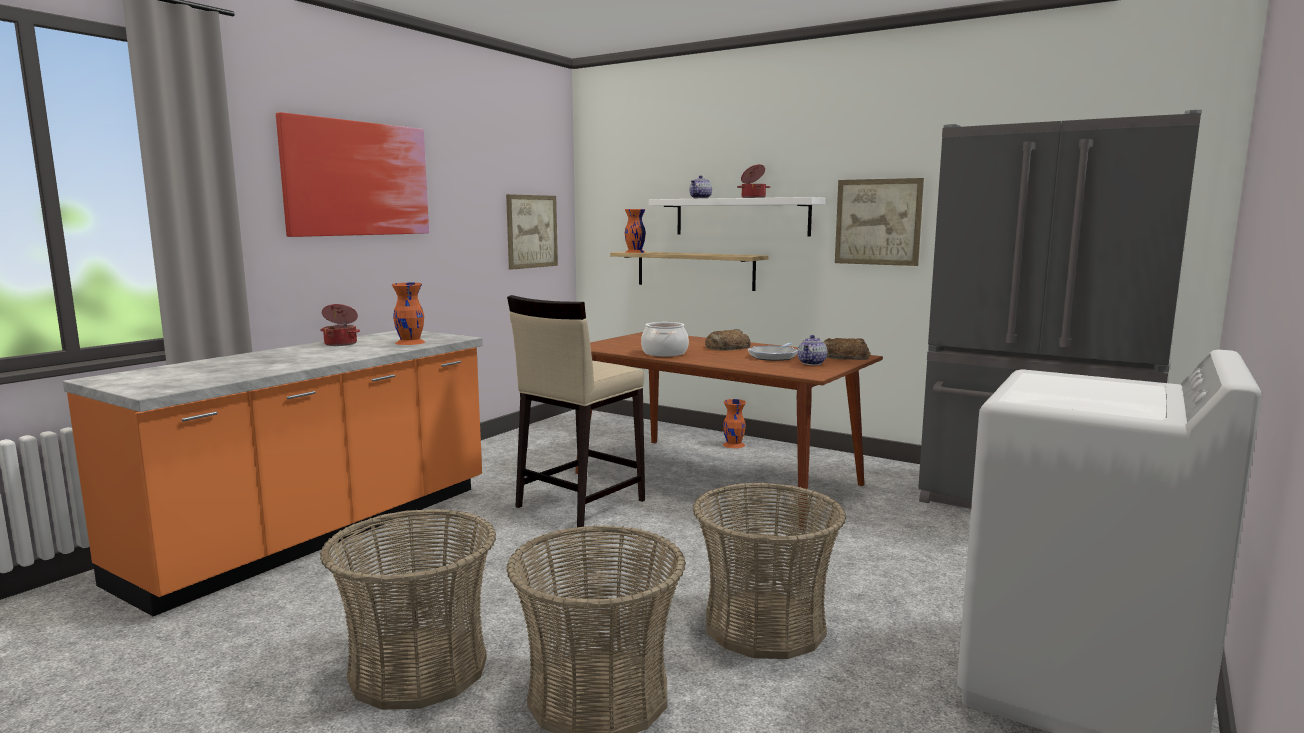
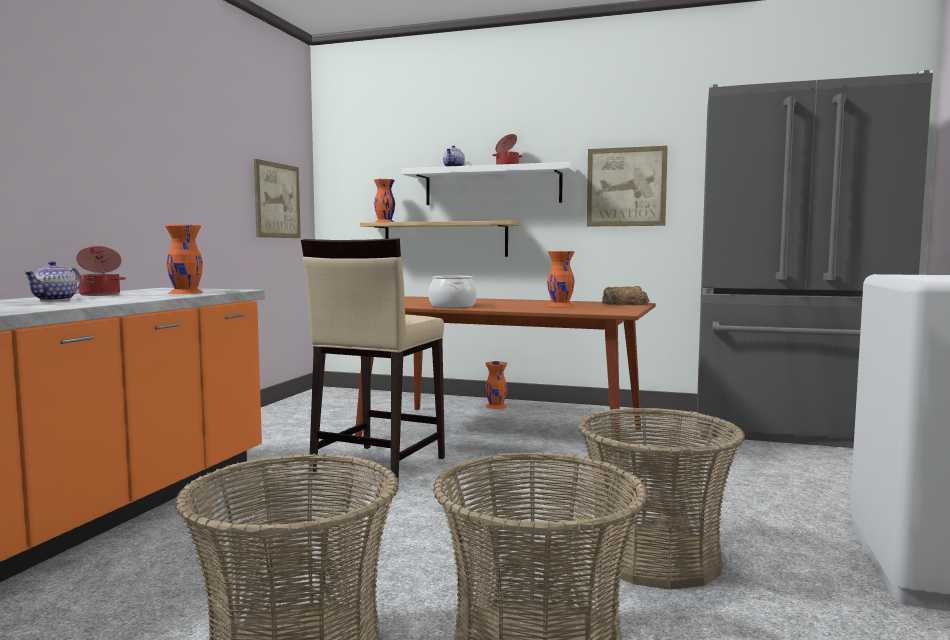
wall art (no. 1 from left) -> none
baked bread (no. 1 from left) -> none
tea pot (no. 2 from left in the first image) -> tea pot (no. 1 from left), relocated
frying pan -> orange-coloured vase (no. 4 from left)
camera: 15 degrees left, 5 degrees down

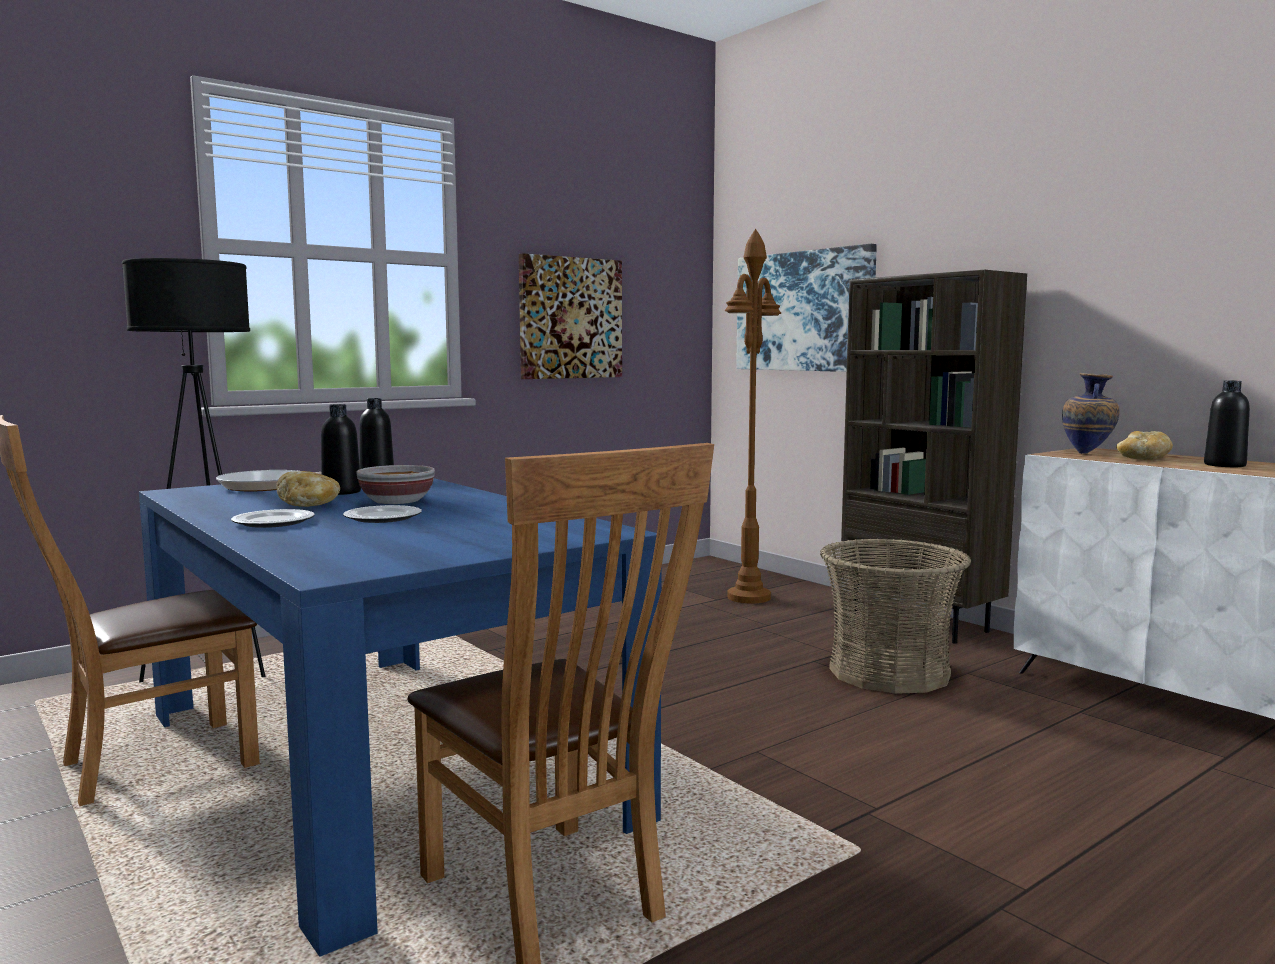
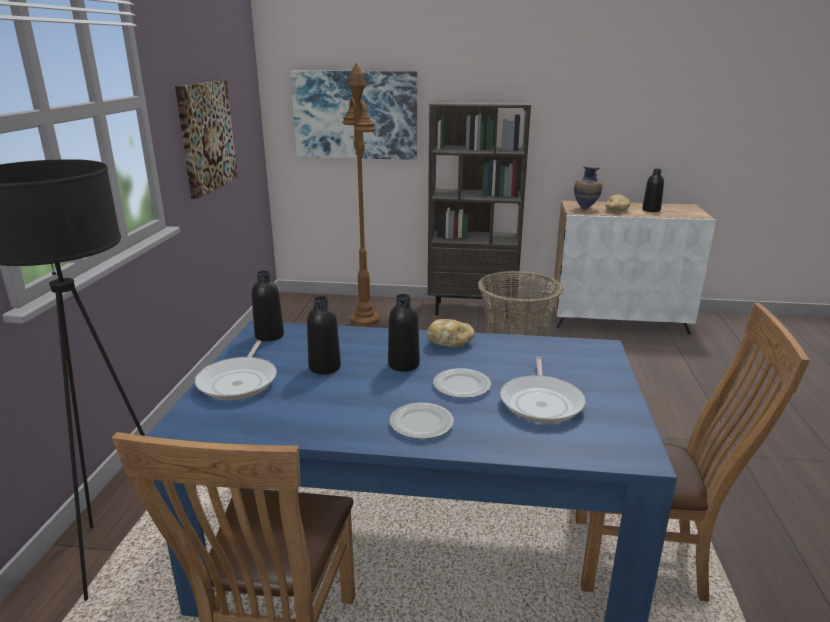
bowl -> blackish beverage bottle (no. 3 from left)
baked bread (no. 1 from left), relocated
none -> frying pan (no. 2 from left)
camera: 45 degrees left, 15 degrees up

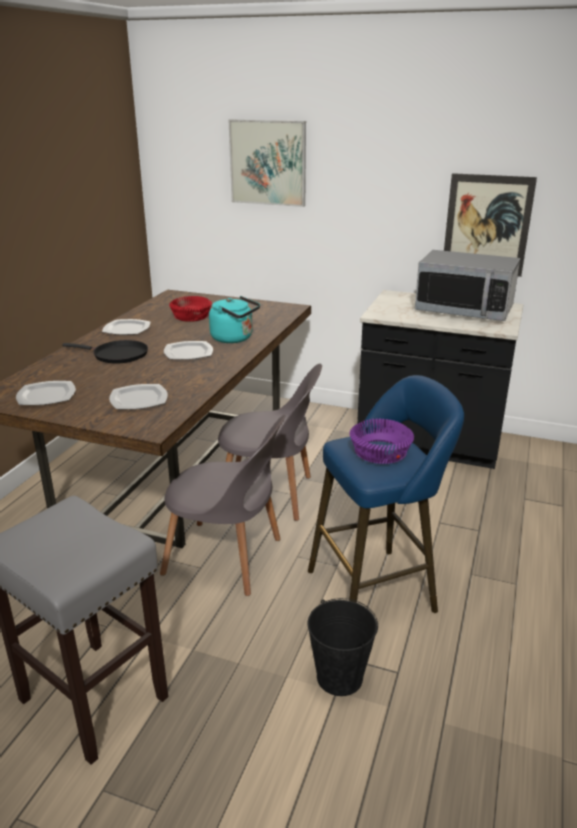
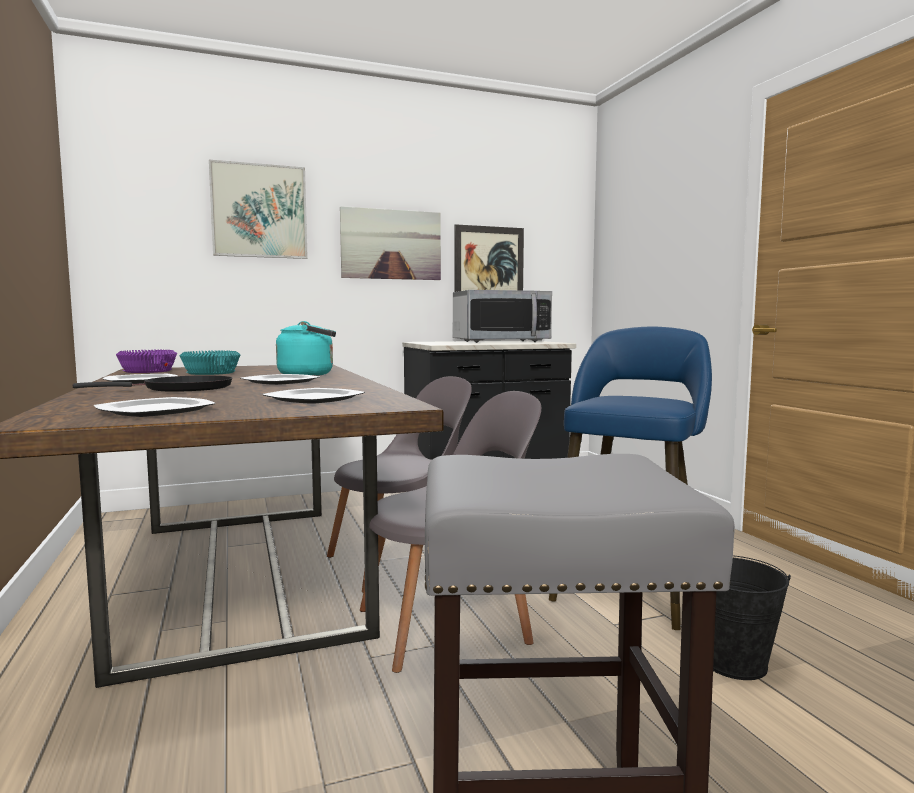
red-coloured bowl -> turquoise-coloured bowl
purple bowl, relocated
none -> wall art (no. 2 from left)
camera: 40 degrees left, 20 degrees down

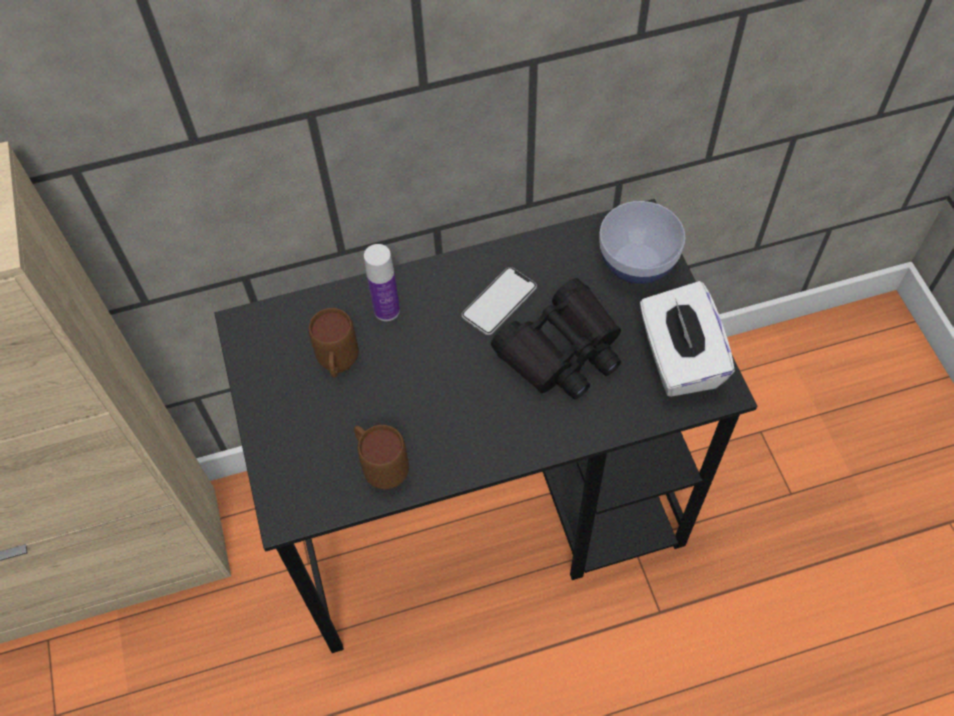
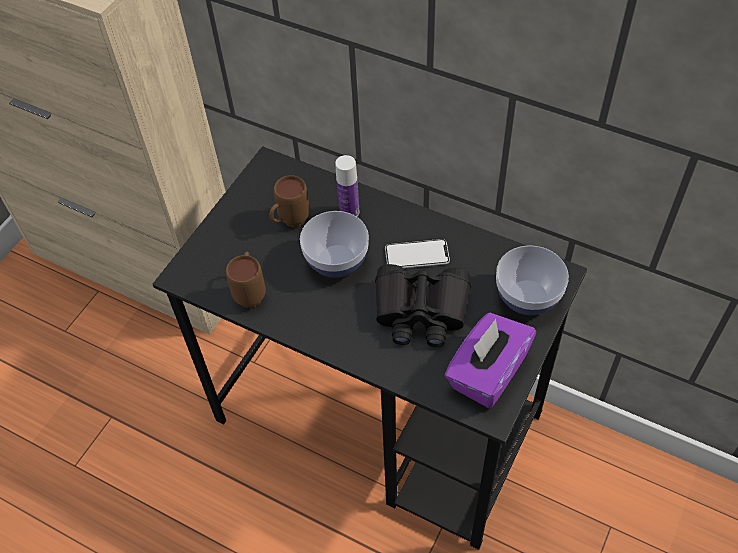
white-coloured tissue holder -> purple tissue holder
none -> bowl (no. 1 from left)
camera: 45 degrees right, 5 degrees down

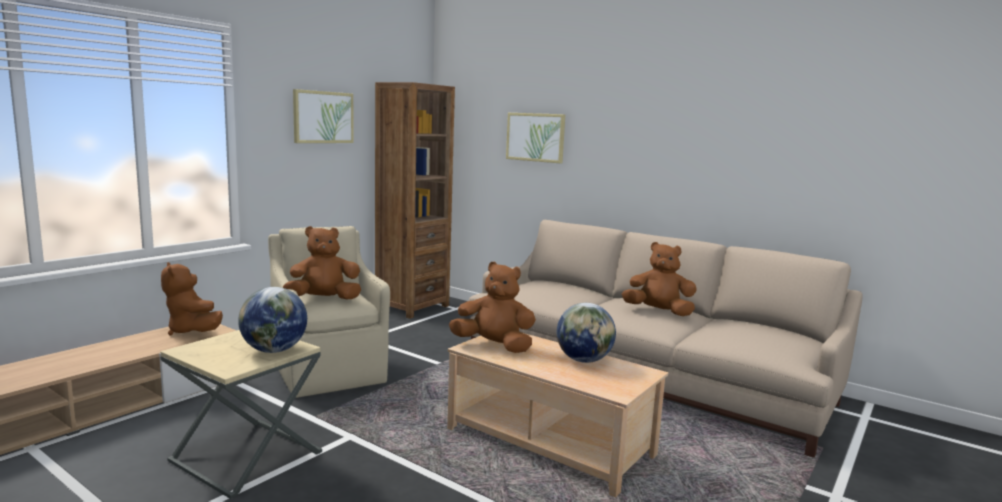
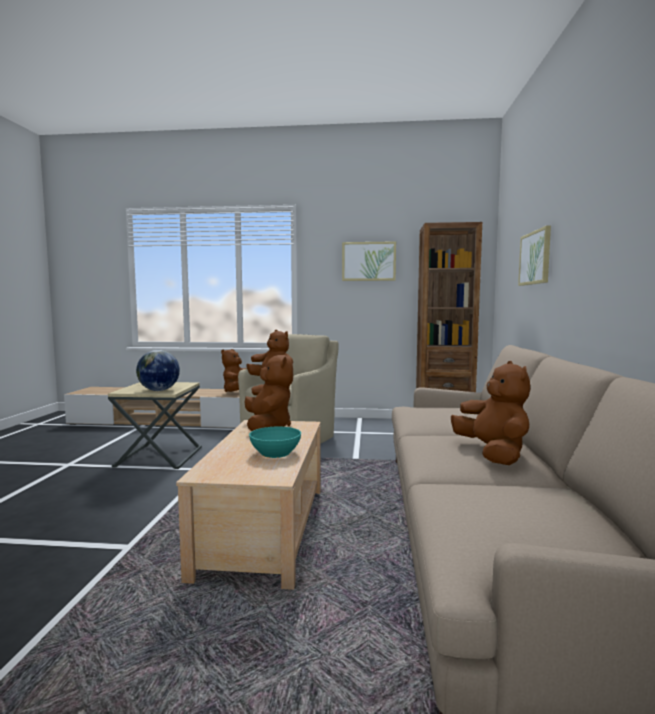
world globe (no. 2 from left) -> turquoise-coloured bowl
camera: 60 degrees right, 5 degrees down

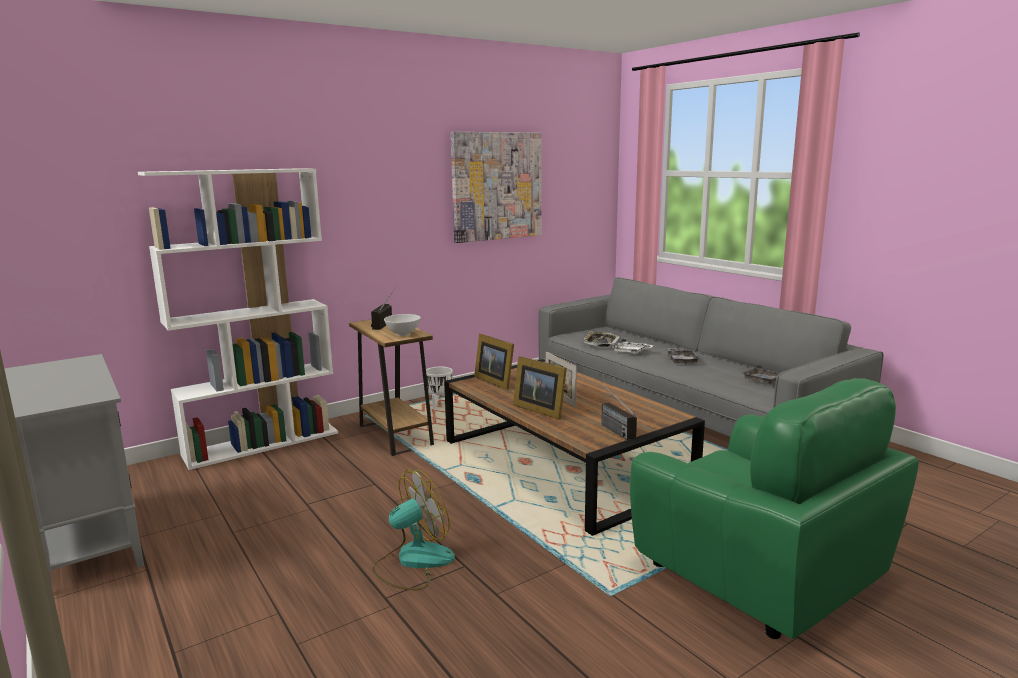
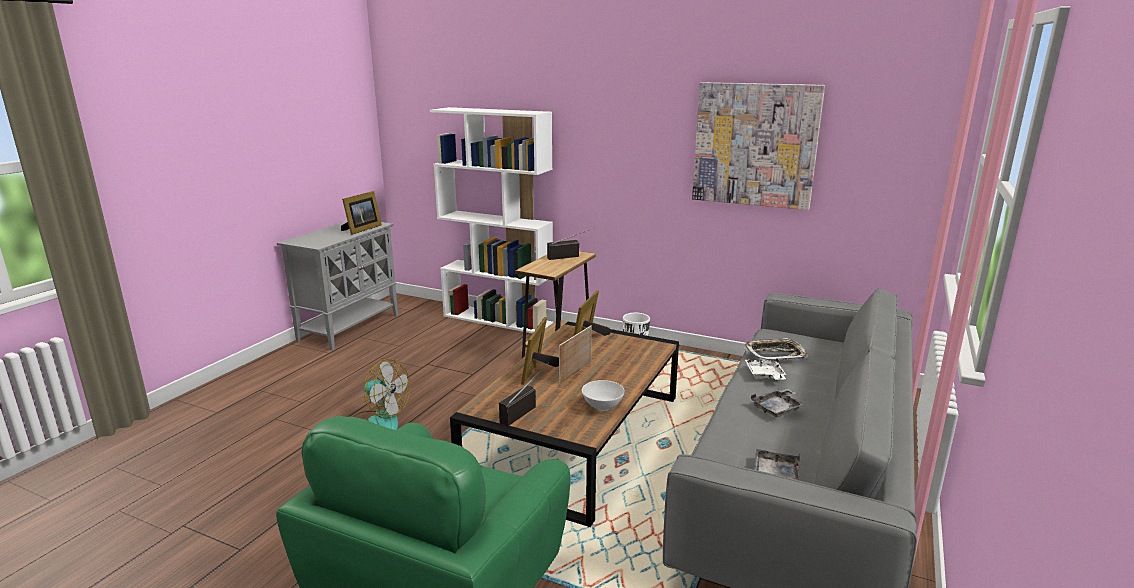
white-coloured bowl, relocated
none -> standing frame (no. 1 from left)
camera: 60 degrees right, 5 degrees up

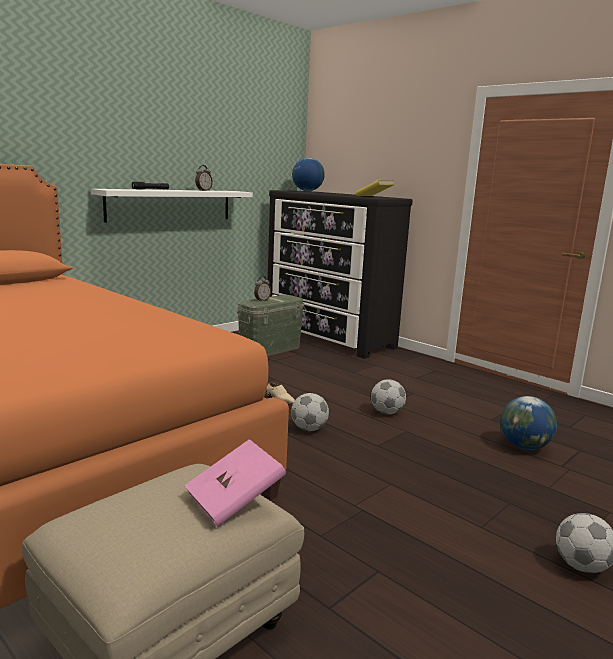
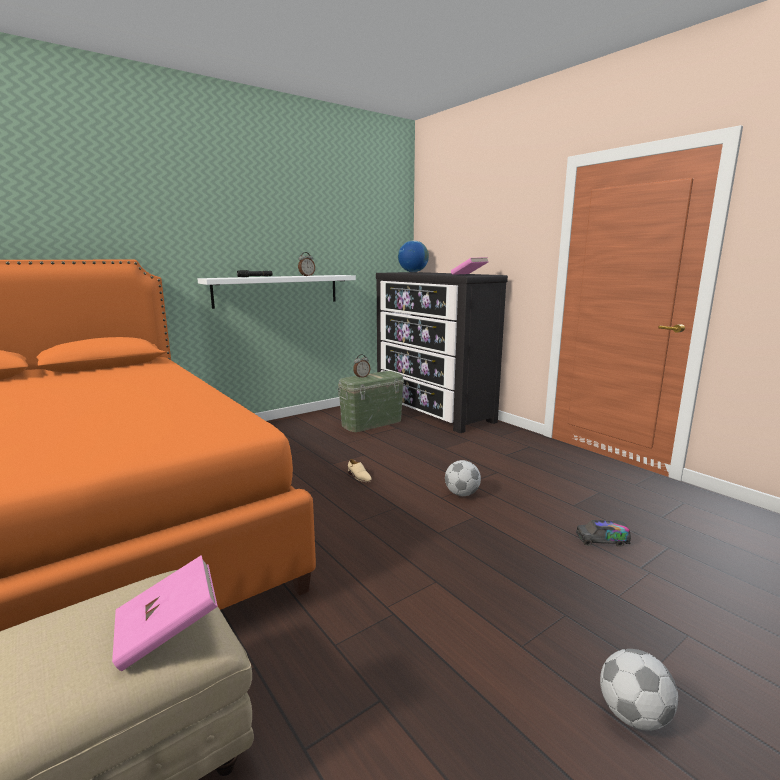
yellow-coloured bound book -> pinkish bound book (no. 2 from left)
ball for football (no. 1 from left) -> none
world globe (no. 2 from left) -> toy lorry
camera: 10 degrees right, 0 degrees up

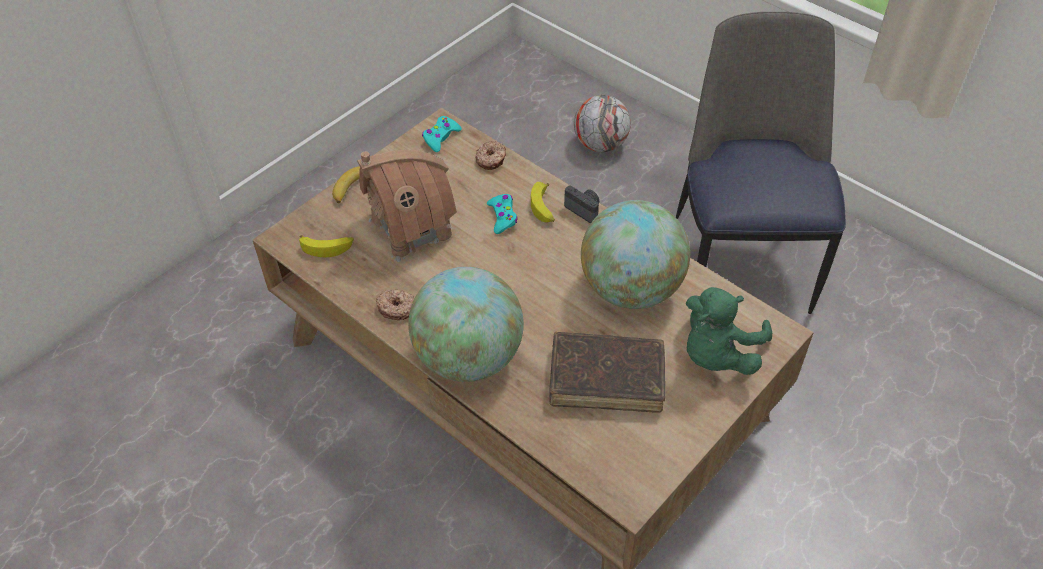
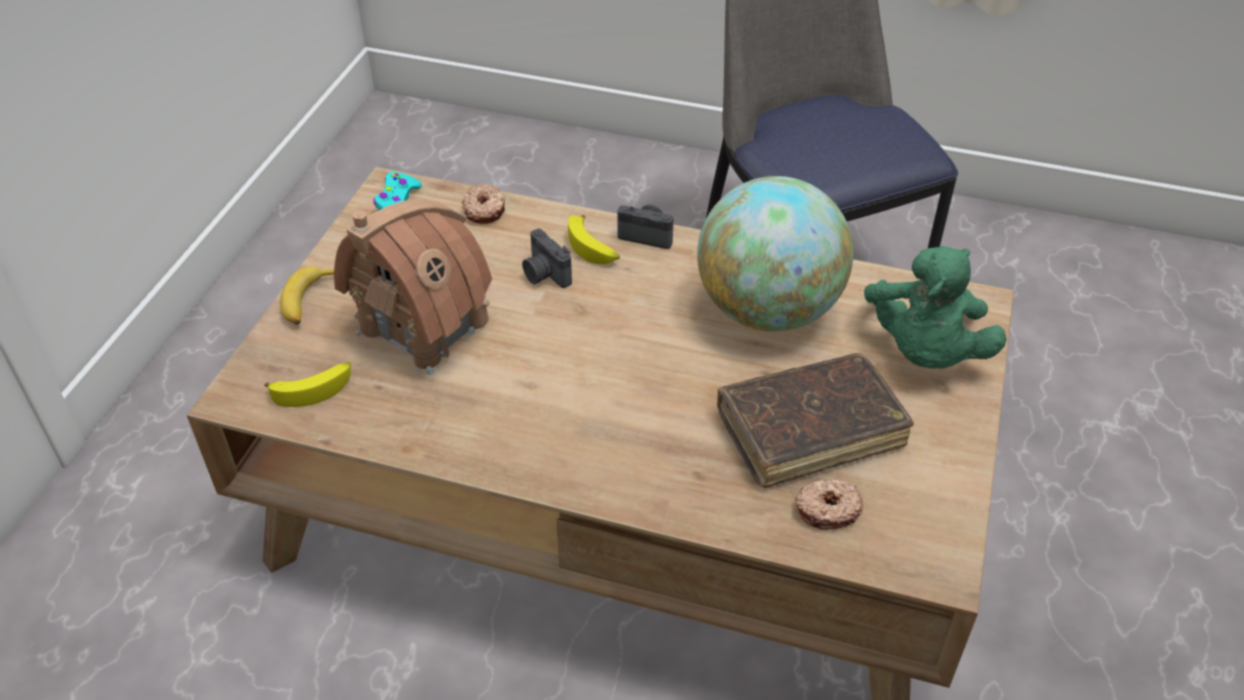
ball for football -> none
turquoise-coloured game controller (no. 2 from left) -> still camera (no. 1 from left)
world globe (no. 1 from left) -> none
doughnut (no. 1 from left in the first image) -> doughnut (no. 2 from left), relocated
camera: 25 degrees left, 5 degrees down

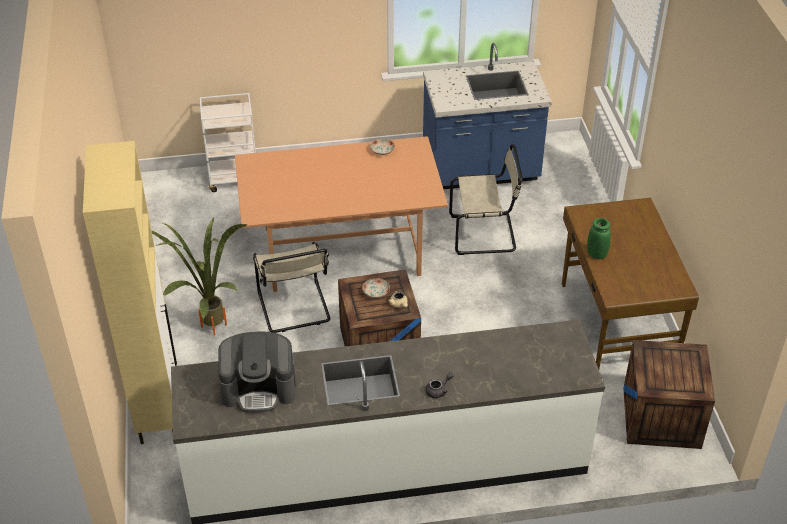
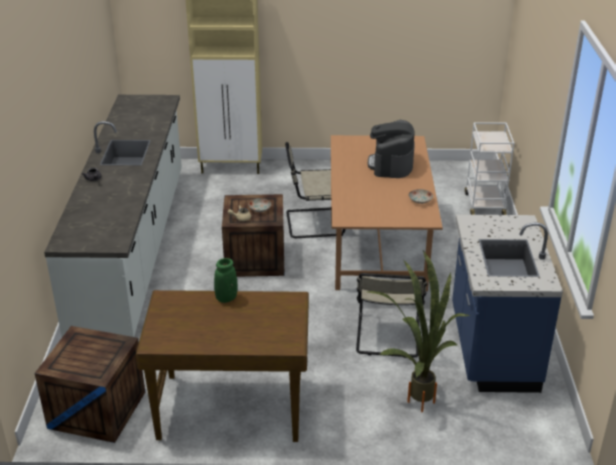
potted plant, relocated
coffee maker, relocated
camera: 100 degrees right, 10 degrees down

